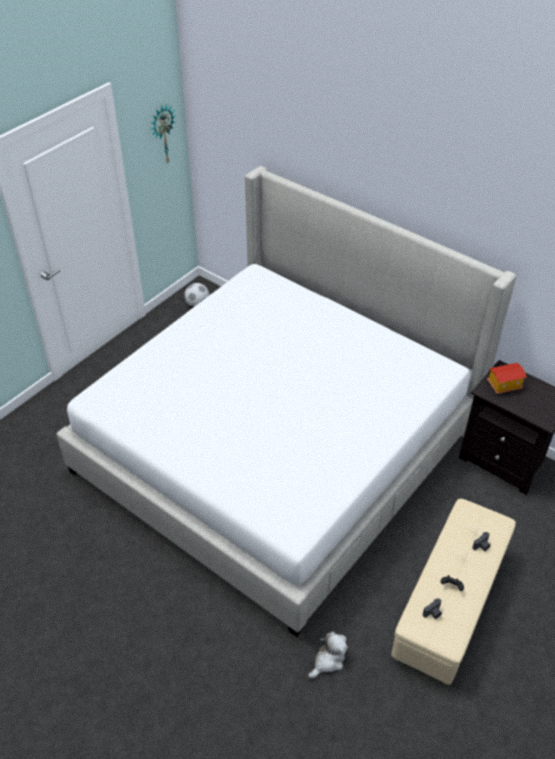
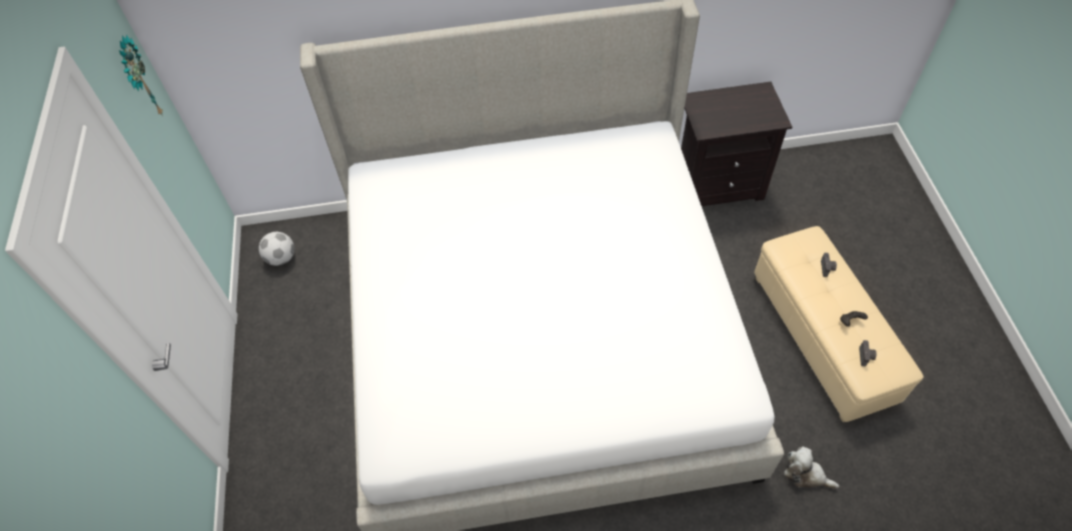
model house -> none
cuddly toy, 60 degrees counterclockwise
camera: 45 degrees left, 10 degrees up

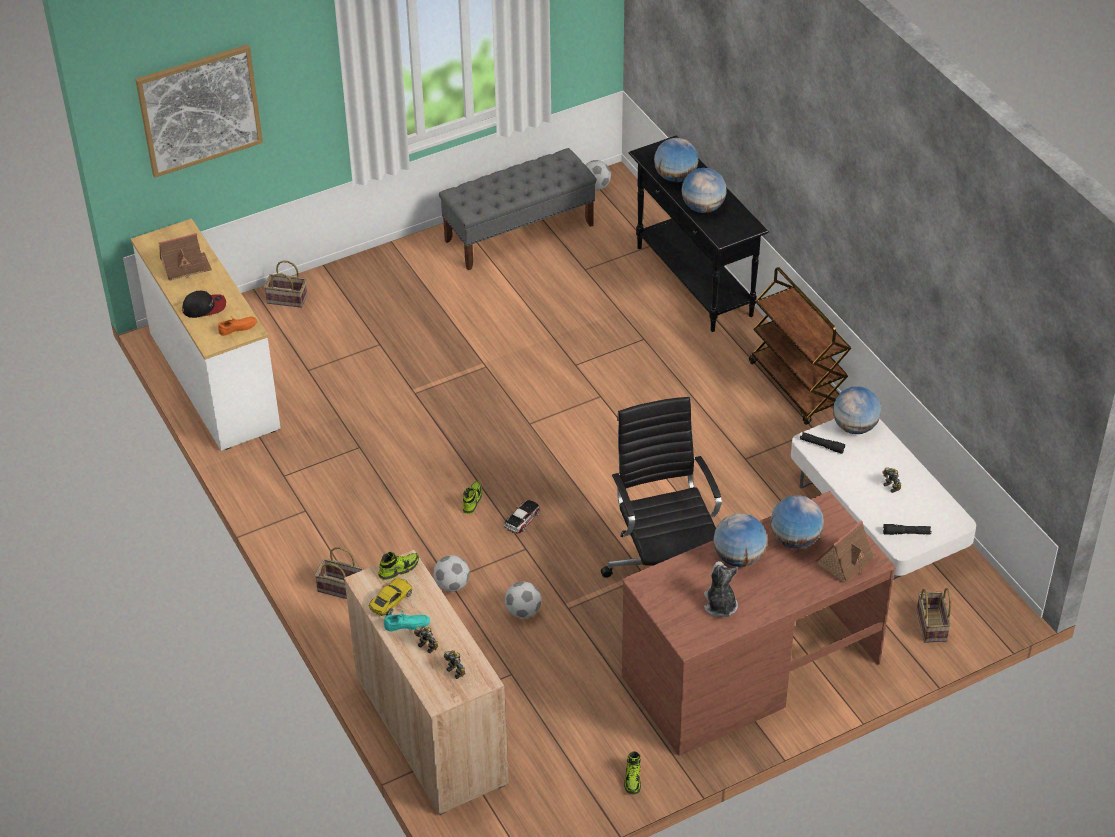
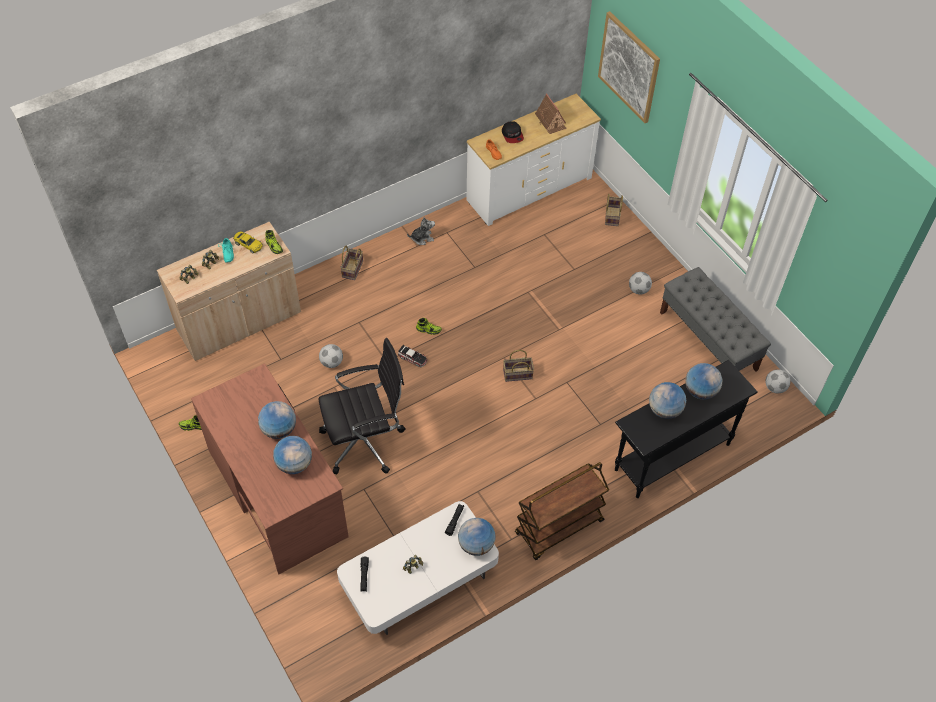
model house (no. 2 from left) -> none
ball for football (no. 1 from left in the first image) -> ball for football (no. 2 from left), relocated
cuddly toy, relocated
storage basket (no. 3 from left in the first image) -> storage basket (no. 2 from left), relocated
camera: 85 degrees right, 10 degrees up

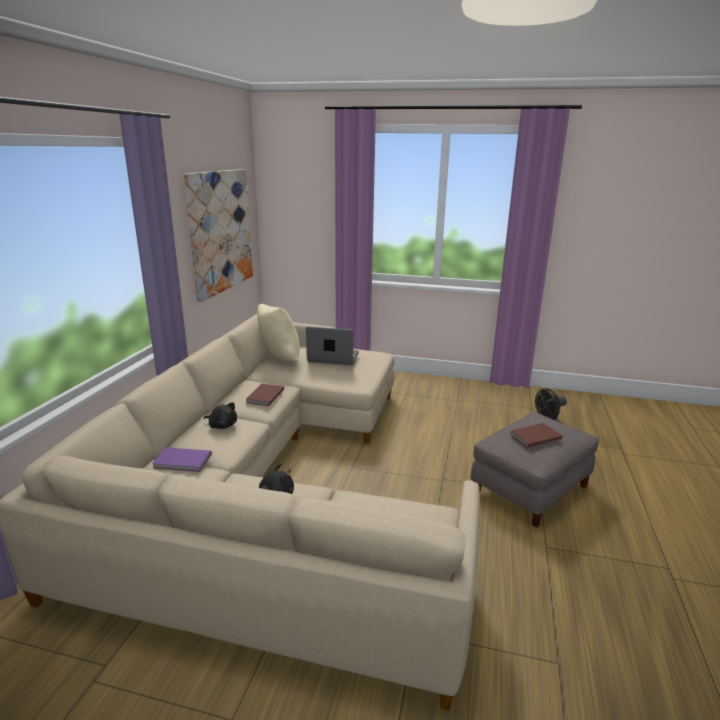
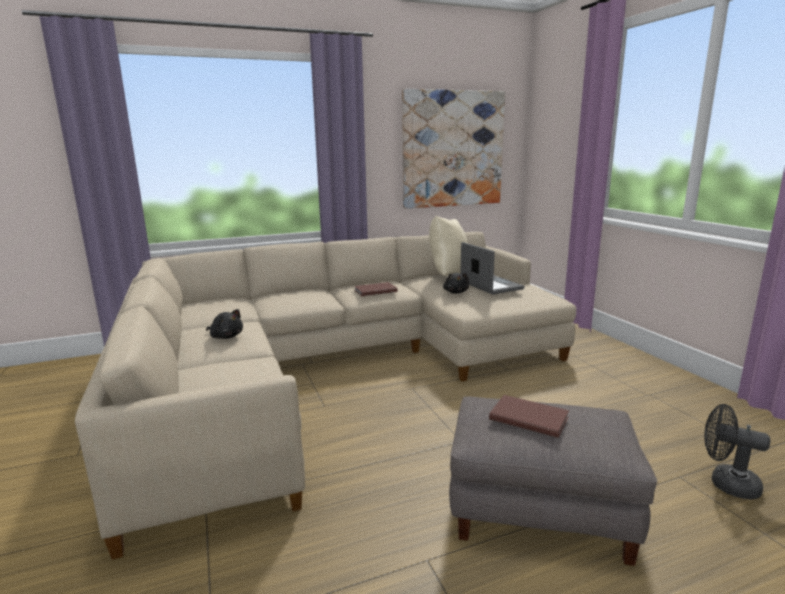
blackish cuddly toy (no. 1 from left in the first image) -> blackish cuddly toy (no. 2 from left), relocated
purple bound book -> none
camera: 55 degrees right, 5 degrees down

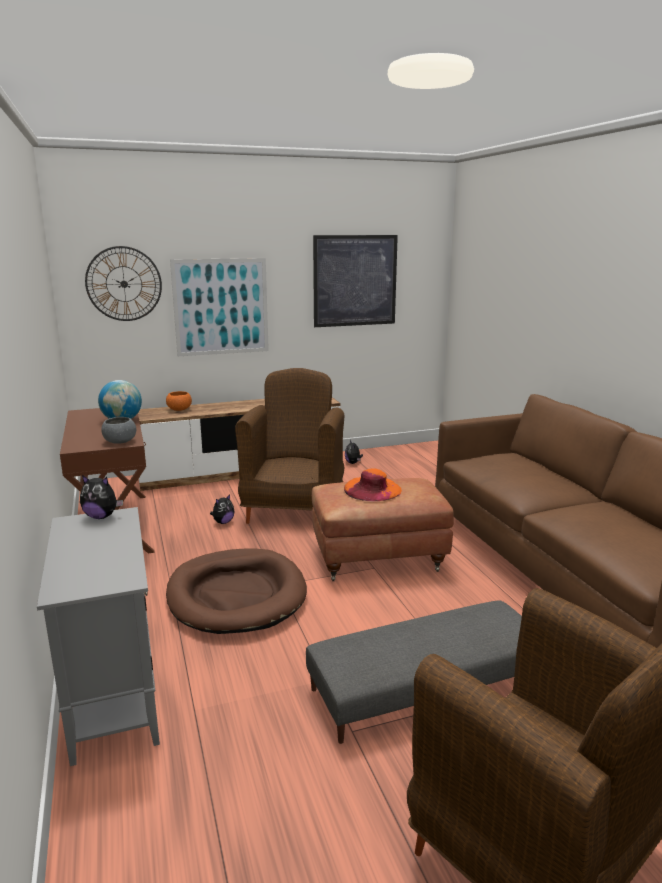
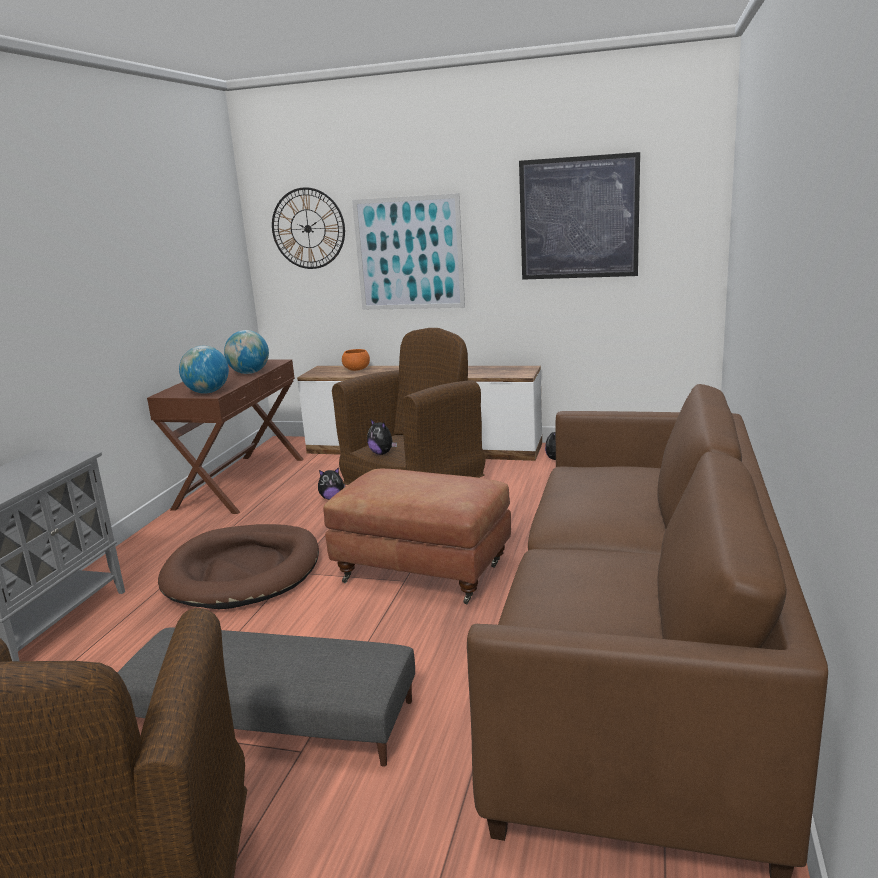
gray bowl -> world globe (no. 1 from left)
orange-coloured wearable hat -> none
cuddly toy (no. 1 from left in the first image) -> cuddly toy (no. 2 from left), relocated
camera: 35 degrees right, 0 degrees up

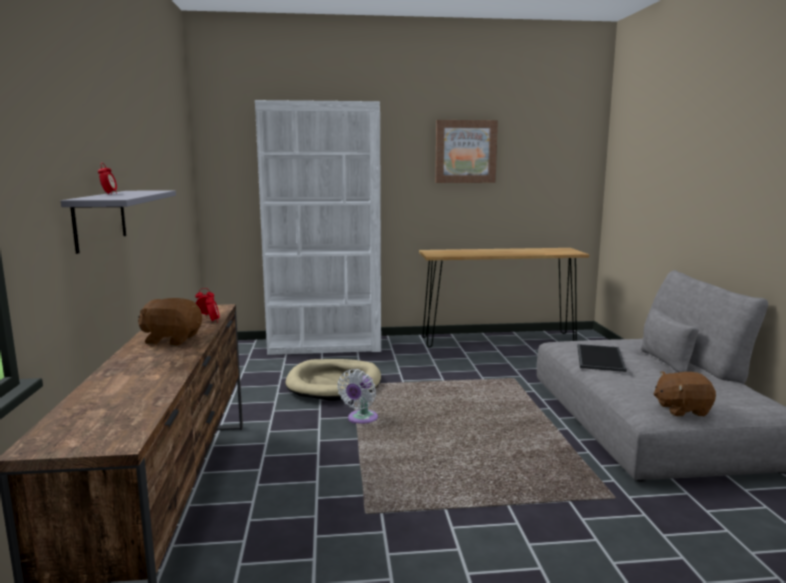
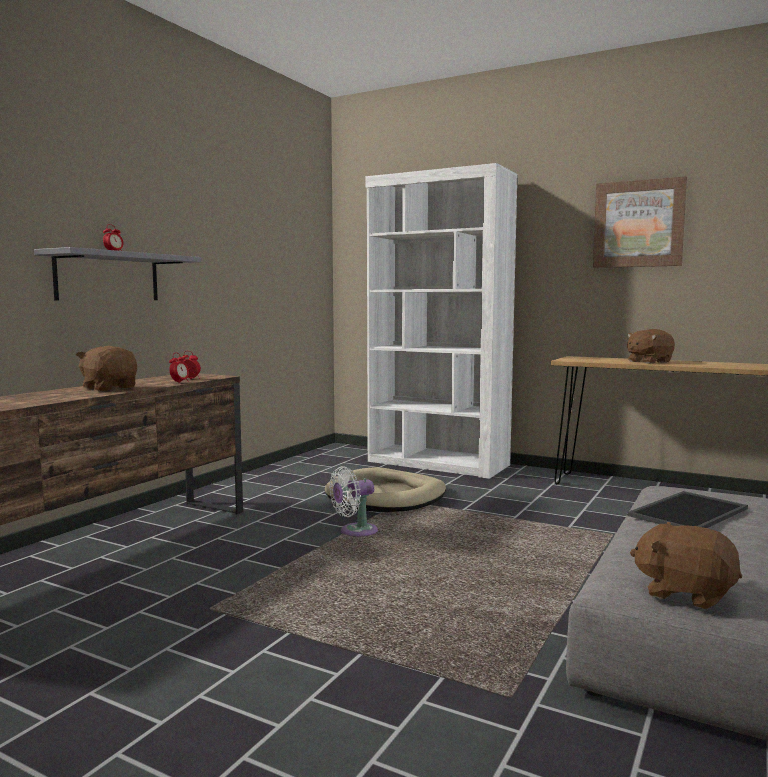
none -> brownish cuddly toy (no. 2 from left)
camera: 35 degrees right, 5 degrees down

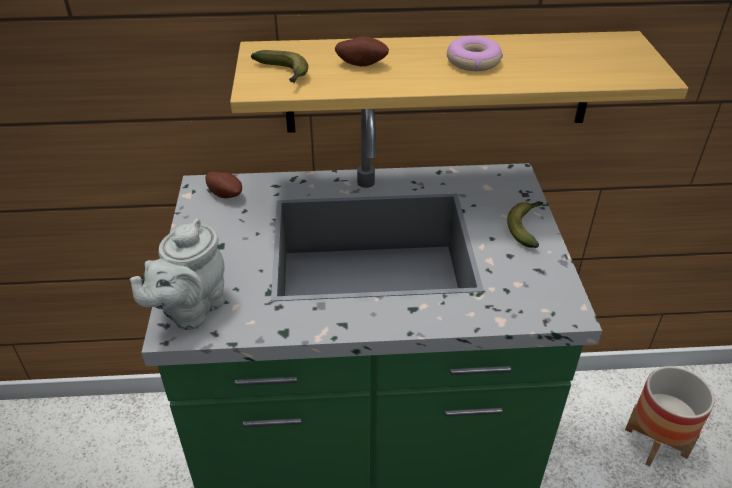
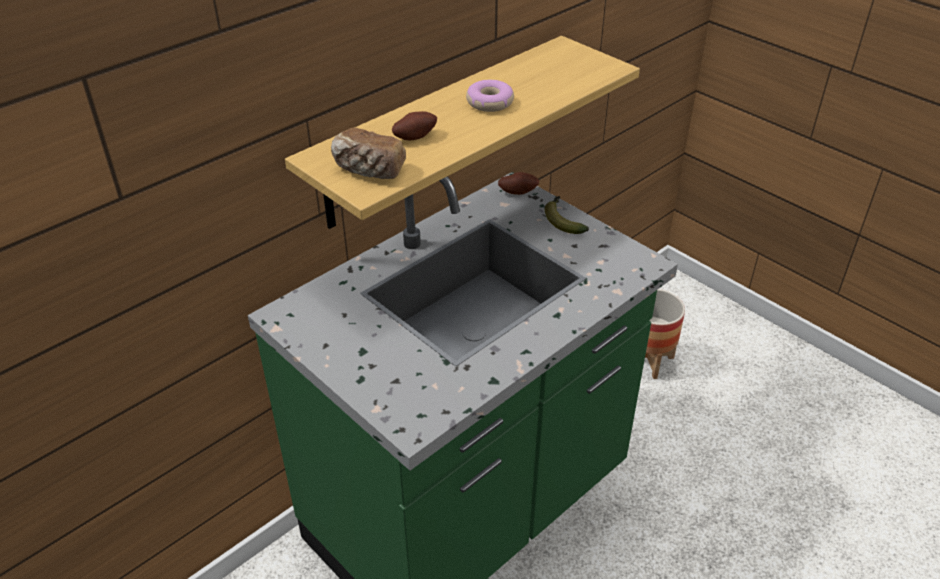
banana (no. 1 from left) -> baked bread
potato (no. 1 from left in the first image) -> potato (no. 2 from left), relocated
gray tea pot -> none
camera: 40 degrees left, 0 degrees up

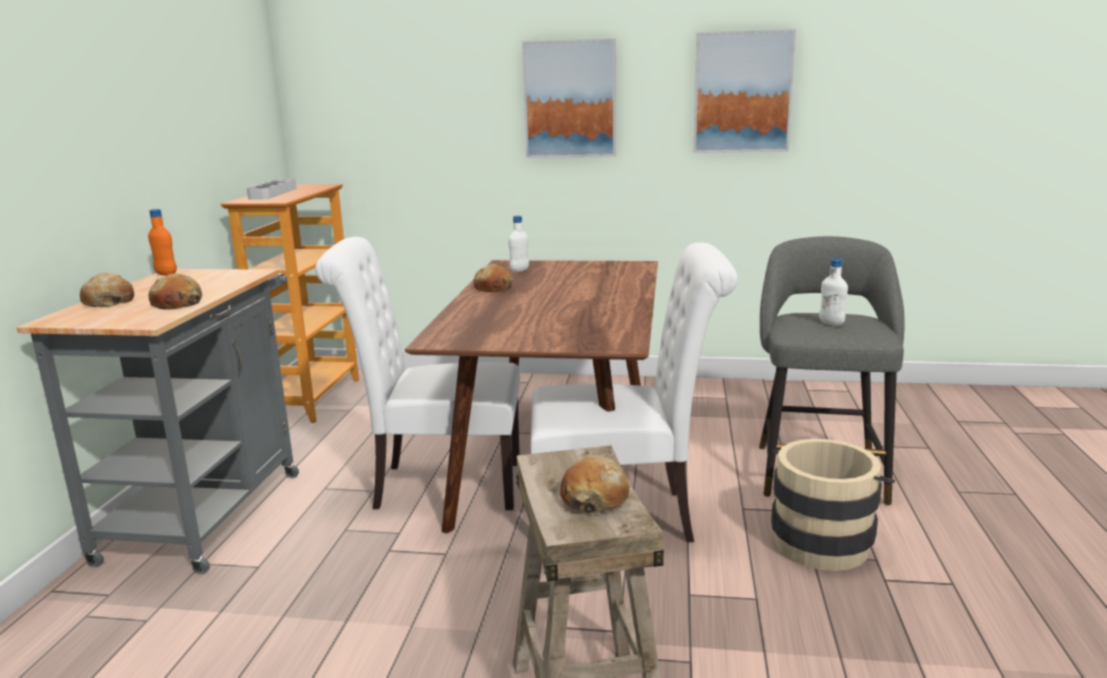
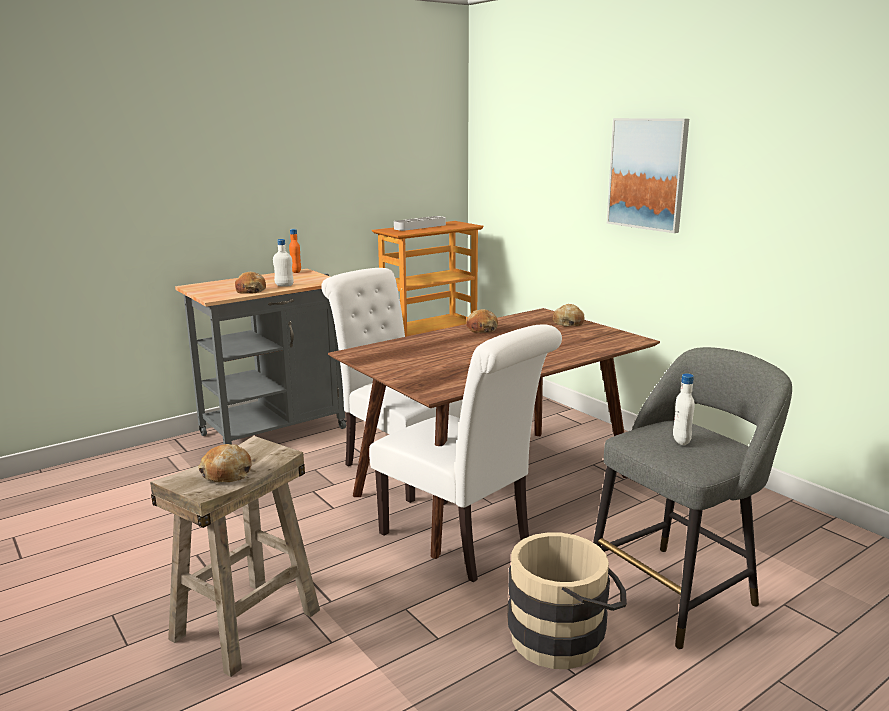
wall art (no. 2 from left) -> none
white-coloured beverage bottle (no. 1 from left), relocated
baked bread (no. 1 from left in the first image) -> baked bread (no. 4 from left), relocated
camera: 45 degrees right, 0 degrees up

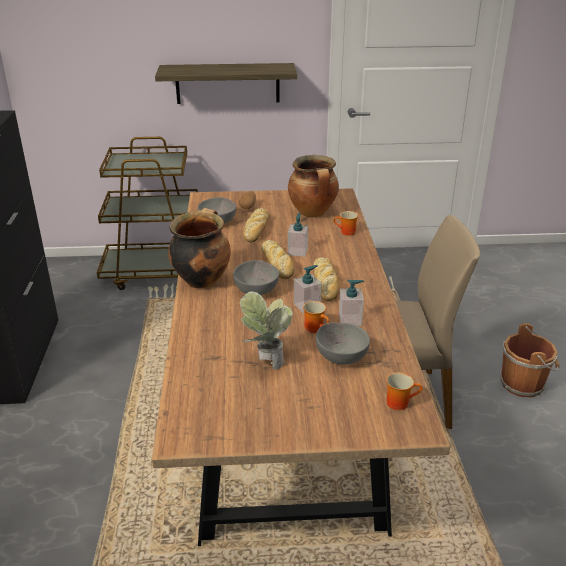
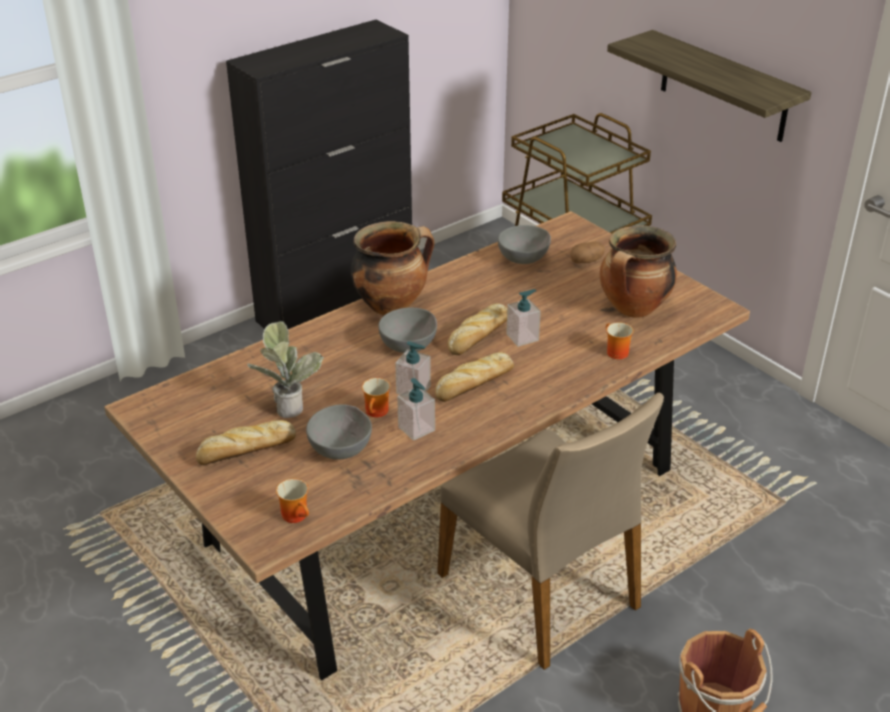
baked bread (no. 1 from left), relocated
camera: 55 degrees right, 5 degrees up

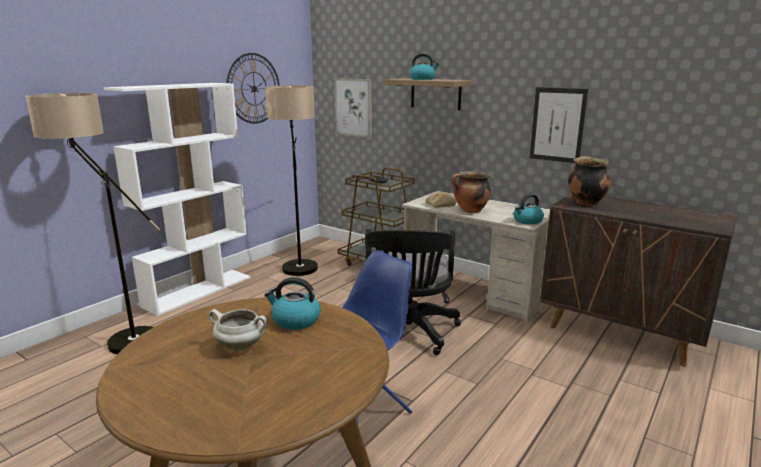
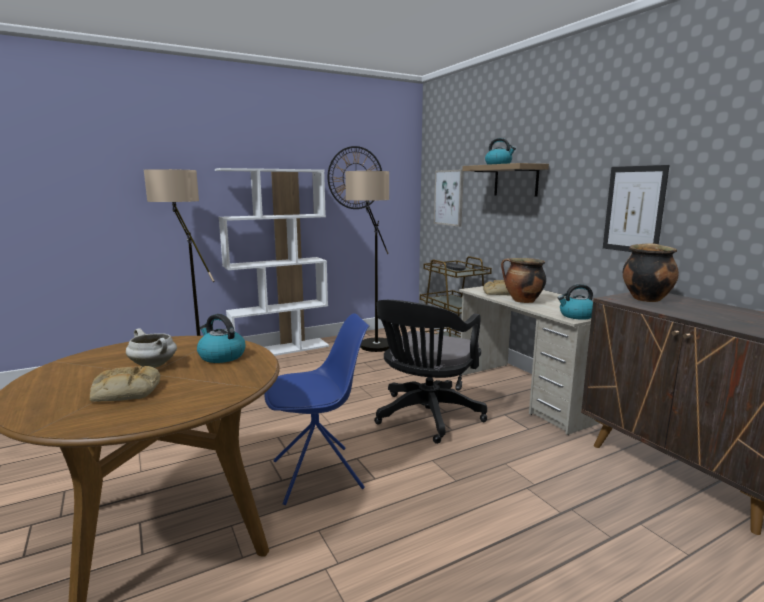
none -> baked bread (no. 1 from left)
camera: 25 degrees right, 5 degrees down

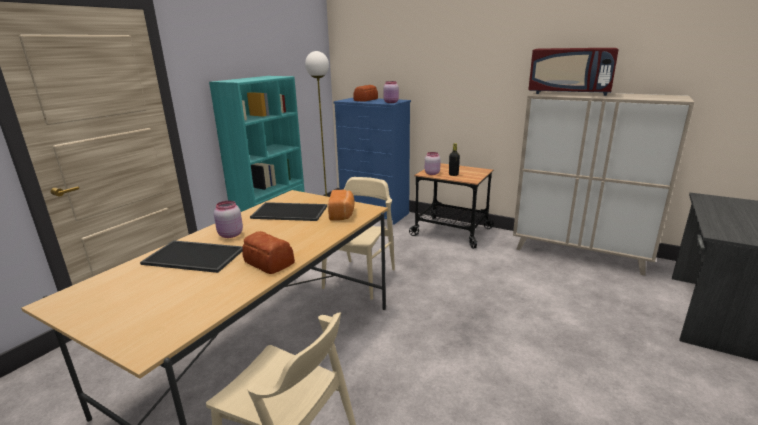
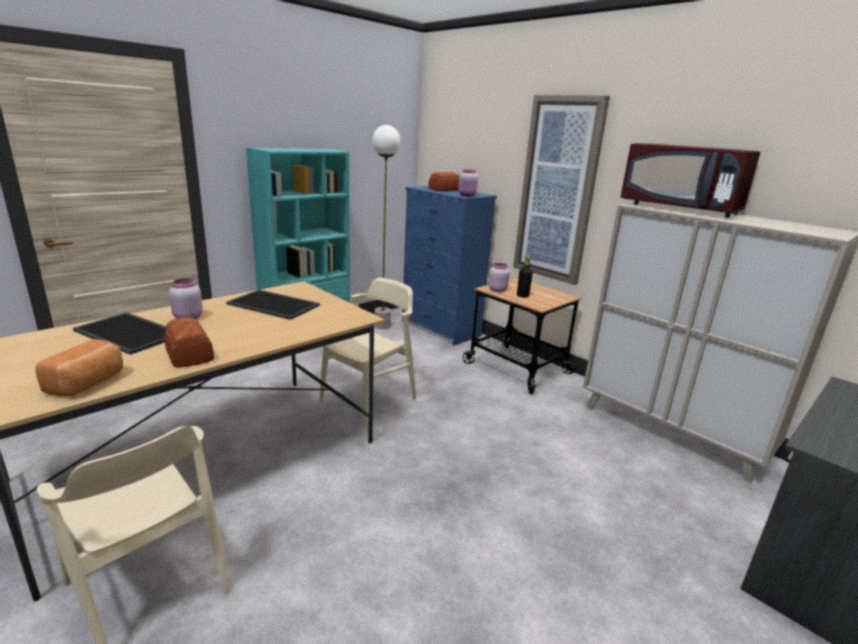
baked bread (no. 2 from left in the first image) -> baked bread (no. 1 from left), relocated
none -> wall art
camera: 15 degrees right, 0 degrees up

